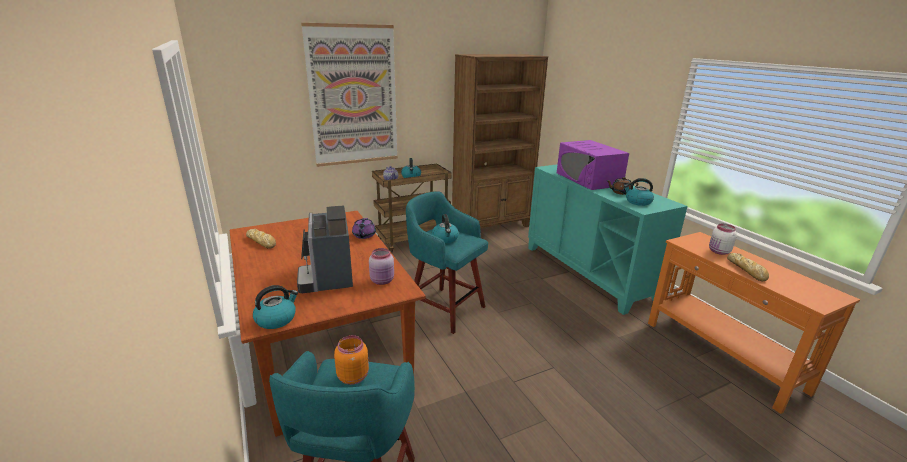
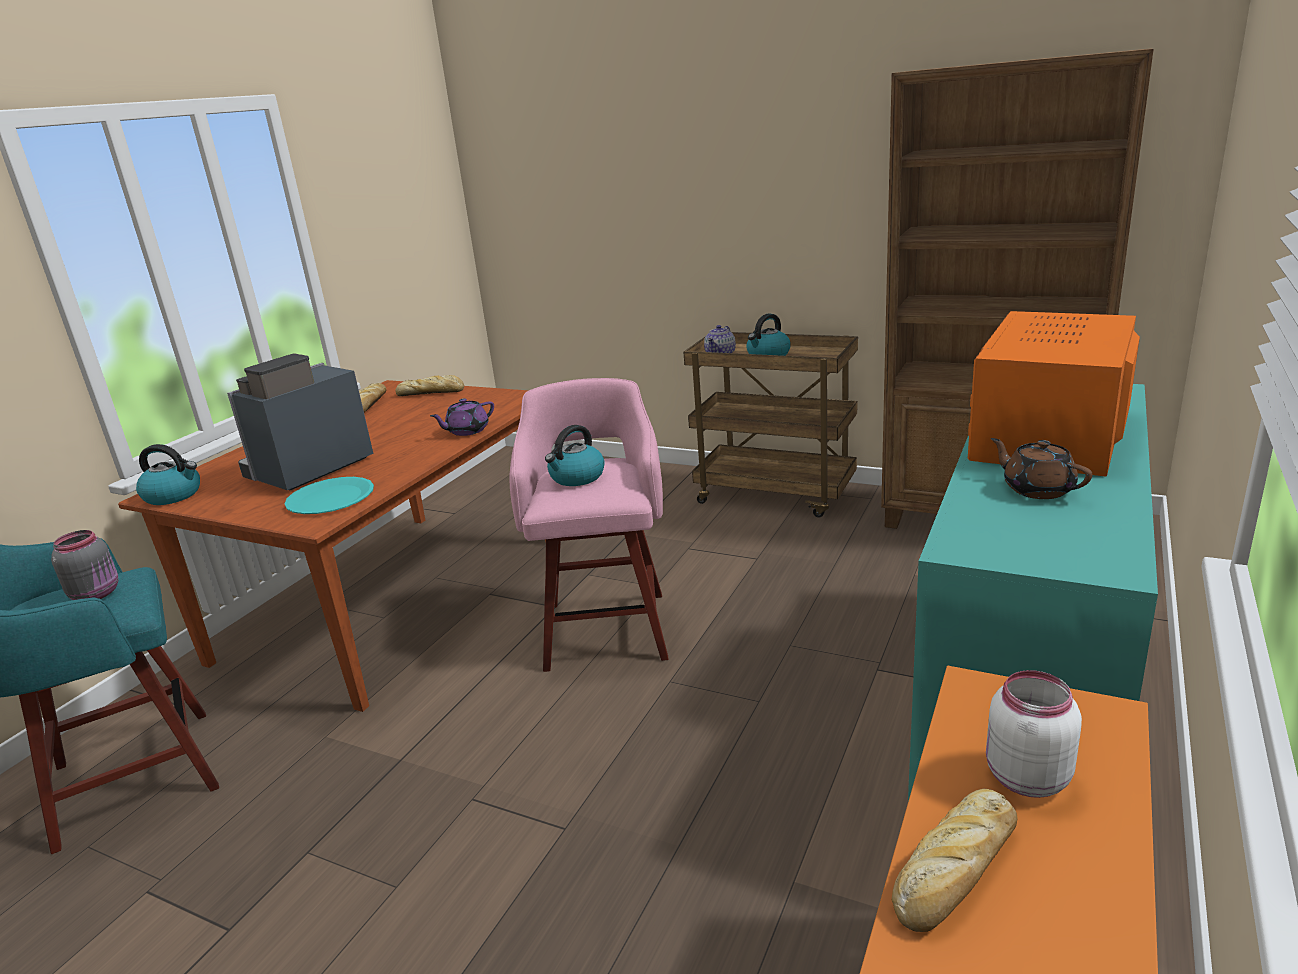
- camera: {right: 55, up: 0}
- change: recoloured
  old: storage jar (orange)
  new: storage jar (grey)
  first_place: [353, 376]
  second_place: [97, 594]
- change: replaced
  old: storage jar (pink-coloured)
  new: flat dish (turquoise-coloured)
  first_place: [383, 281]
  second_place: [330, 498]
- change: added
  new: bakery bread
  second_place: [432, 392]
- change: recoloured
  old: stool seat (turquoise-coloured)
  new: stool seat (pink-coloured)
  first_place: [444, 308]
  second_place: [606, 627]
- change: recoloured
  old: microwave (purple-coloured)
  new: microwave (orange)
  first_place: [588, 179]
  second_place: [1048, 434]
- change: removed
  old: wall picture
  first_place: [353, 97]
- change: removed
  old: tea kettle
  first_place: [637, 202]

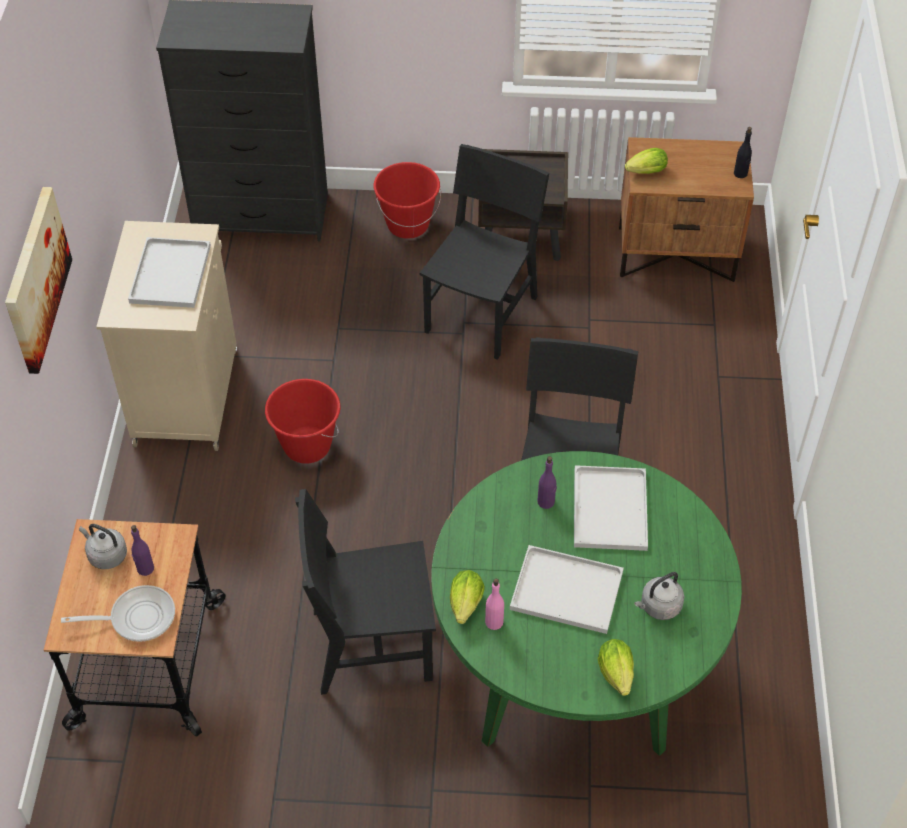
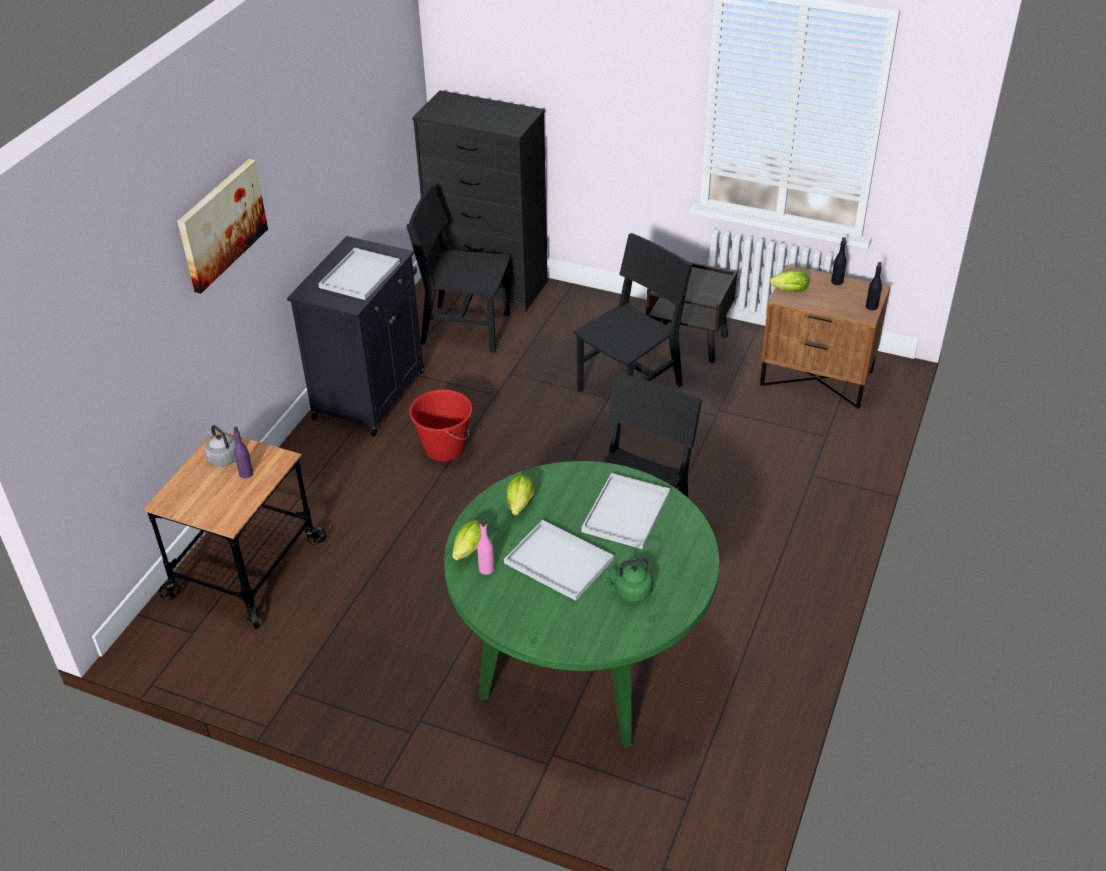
- camera: {right: 20, up: -10}
- change: recoloured
  old: storage cabinet (beige)
  new: storage cabinet (blackish)
  first_place: [186, 394]
  second_place: [370, 393]
- change: moved
  old: chair (blackish)
  first_place: [371, 645]
  second_place: [465, 328]
- change: moved
  old: head of lettuce
  first_place: [617, 677]
  second_place: [519, 506]
- change: recoloured
  old: tea kettle (grey)
  new: tea kettle (greenish)
  first_place: [658, 607]
  second_place: [631, 592]
- change: added
  new: drink bottle (blackish)
  second_place: [837, 282]
- change: removed
  old: frying pan
  first_place: [137, 617]
- change: removed
  old: water bucket (red)
  first_place: [408, 224]
- change: removed
  old: drink bottle (purple-coloured)
  first_place: [546, 502]

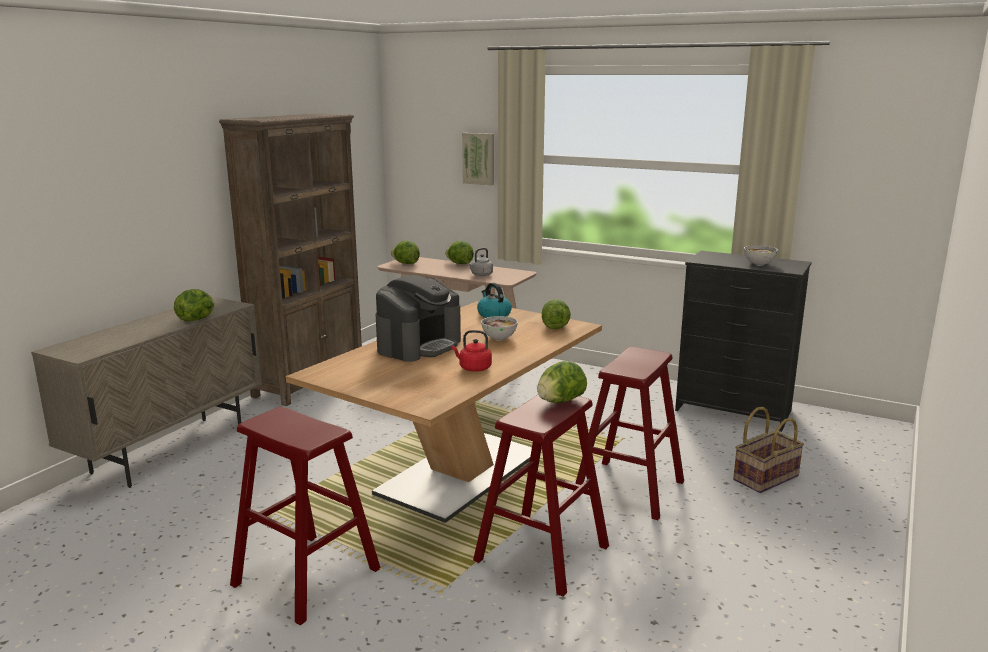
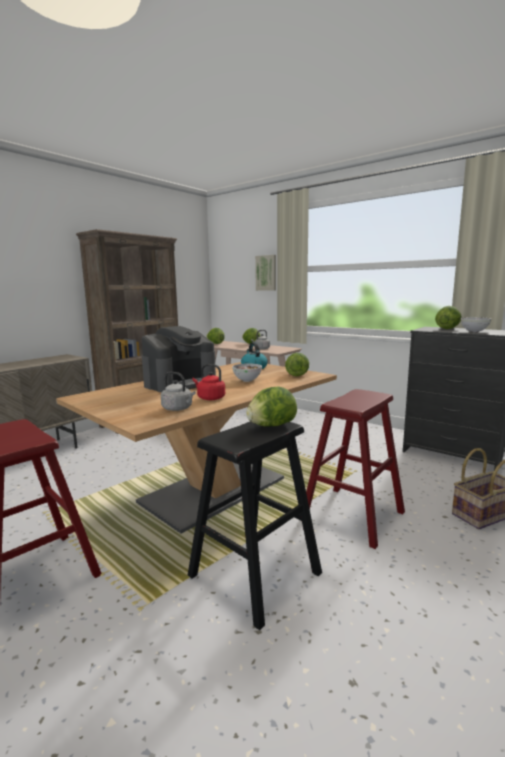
- camera: {right: 10, up: -5}
- change: added
  new: tea kettle (grey)
  second_place: [178, 409]
- change: recoloured
  old: stool seat (red)
  new: stool seat (blackish)
  first_place: [541, 553]
  second_place: [254, 574]
- change: moved
  old: head of lettuce
  first_place: [197, 319]
  second_place: [447, 329]

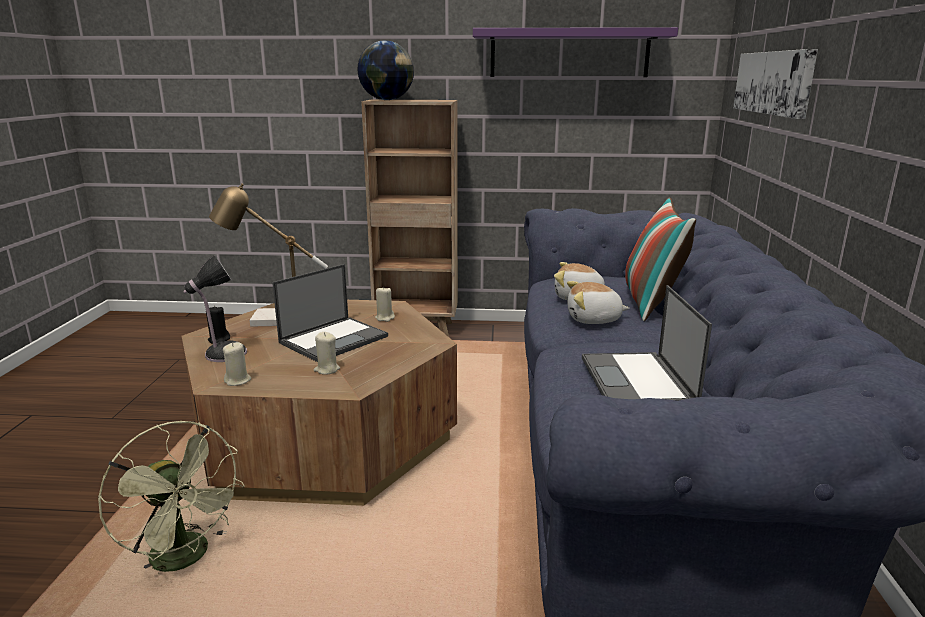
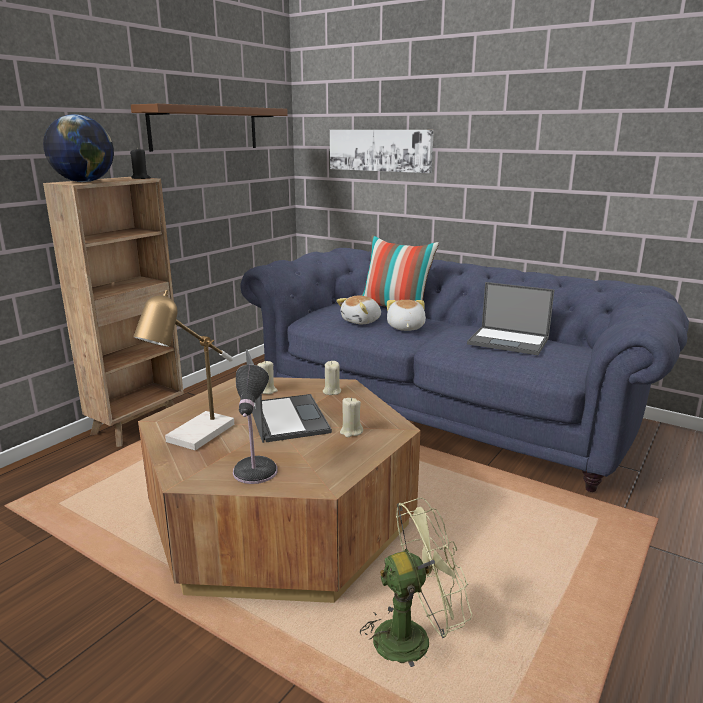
- camera: {right: -60, up: 0}
- change: moved
  old: wax candle (blackish)
  first_place: [219, 339]
  second_place: [141, 178]
- change: recoloured
  old: shelf (purple-coloured)
  new: shelf (brownish)
  first_place: [569, 53]
  second_place: [205, 128]
- change: moved
  old: wax candle (beige)
  first_place: [238, 381]
  second_place: [331, 391]
- change: turned
  old: soft toy
  first_place: [594, 319]
  second_place: [405, 327]
  degrees: 150

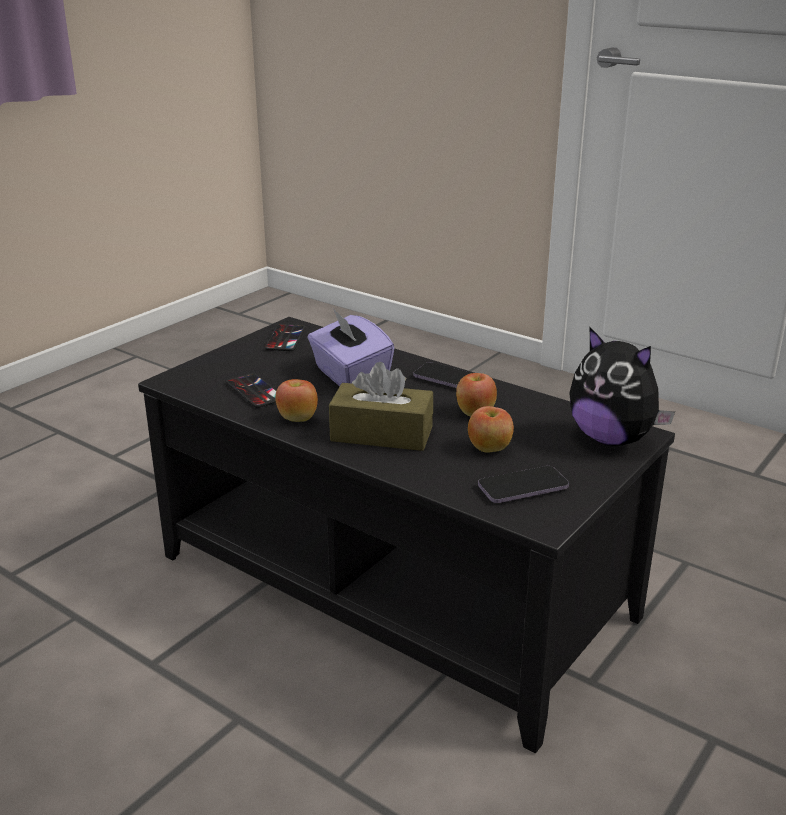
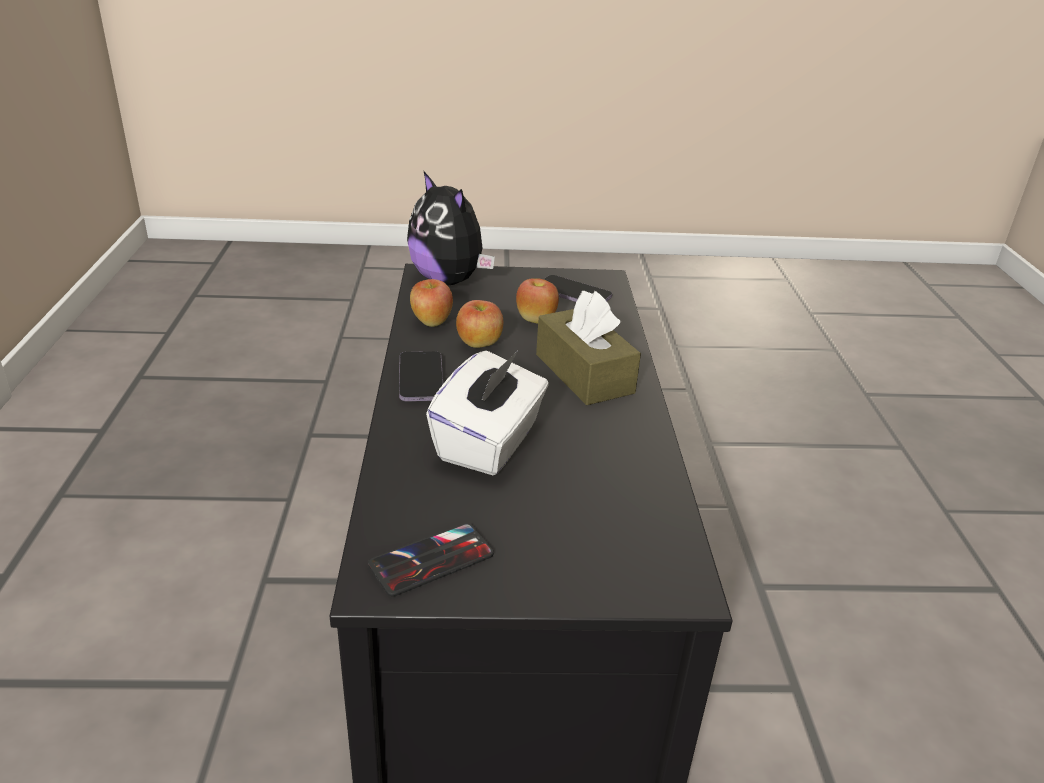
- camera: {right: -130, up: 5}
- change: turned
  old: soft toy
  first_place: [612, 439]
  second_place: [449, 280]
  degrees: 135
- change: moved
  old: whole apple
  first_place: [297, 419]
  second_place: [431, 322]
- change: recoloured
  old: box of tissues (purple-coloured)
  new: box of tissues (white-coloured)
  first_place: [350, 377]
  second_place: [489, 443]
- change: removed
  old: handset
  first_place: [254, 391]

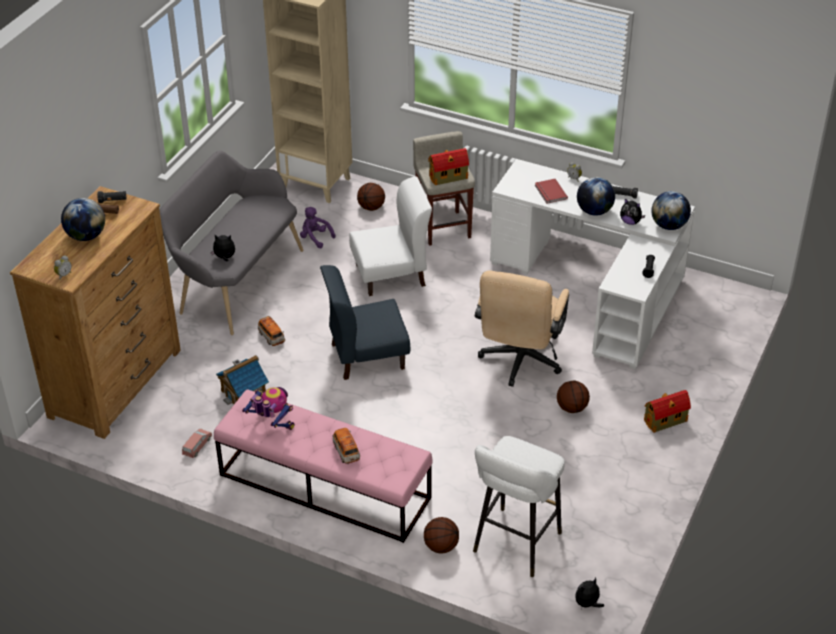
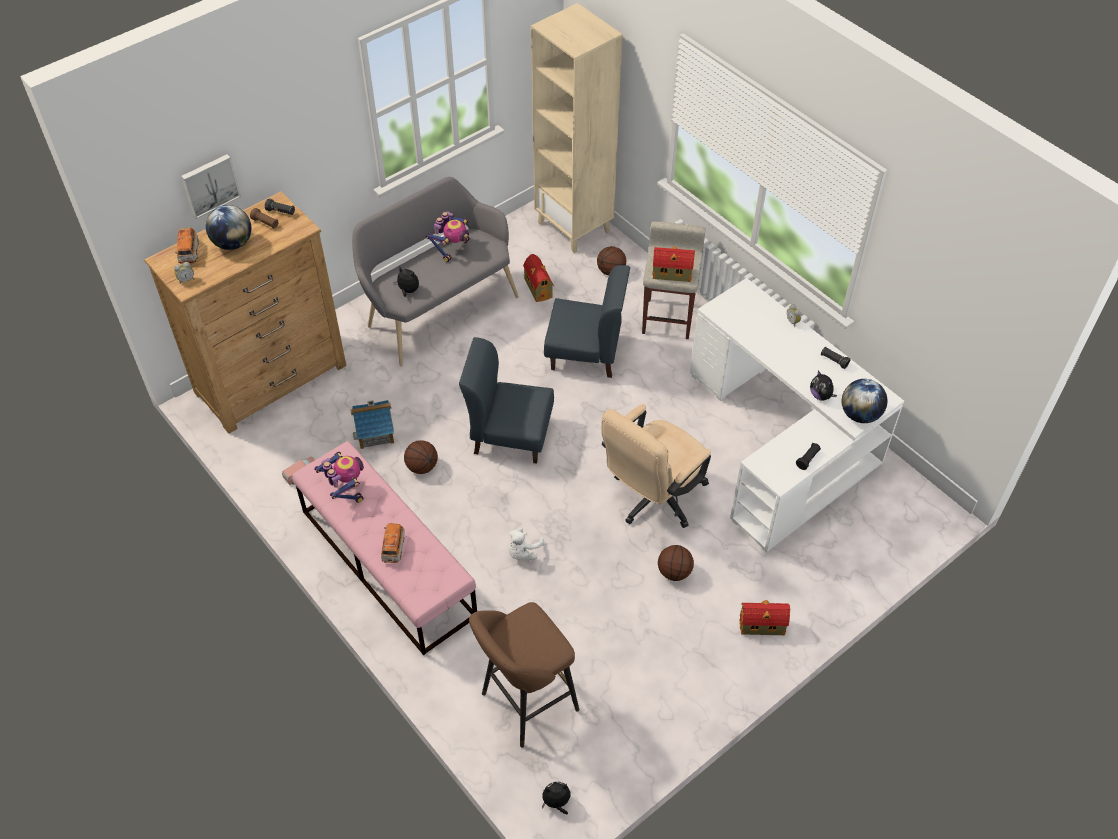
- camera: {right: 25, up: 10}
- change: moved
  old: model car
  first_place: [271, 337]
  second_place: [189, 252]
- change: added
  new: wall picture
  second_place: [210, 185]
- change: moved
  old: ball for basketball
  first_place: [440, 546]
  second_place: [421, 466]
- change: added
  new: toy robot
  second_place: [452, 248]
- change: recoloured
  old: stool seat (white-coloured)
  new: stool seat (brownish)
  first_place: [514, 545]
  second_place: [525, 704]
- change: added
  new: soft toy (white-coloured)
  second_place: [523, 552]
- change: replaced
  old: soft toy (purple-coloured)
  new: toy house
  first_place: [315, 238]
  second_place: [538, 287]
- change: recoloured
  old: chair (white-coloured)
  new: chair (blue-coloured)
  first_place: [391, 275]
  second_place: [585, 354]
- change: removed
  old: bound book (red)
  first_place: [550, 192]
- change: removed
  old: desk globe
  first_place: [594, 211]

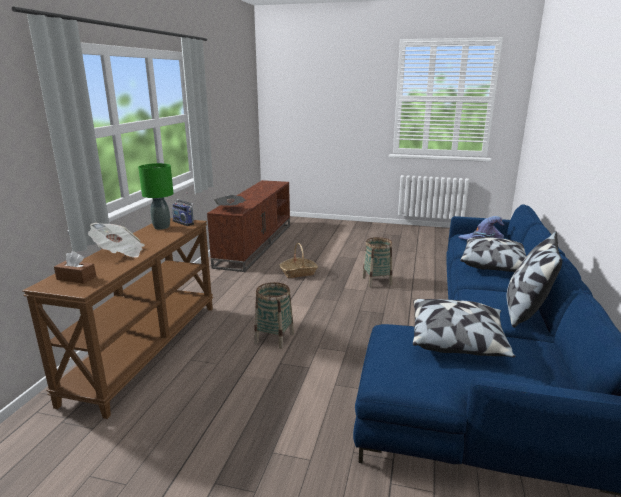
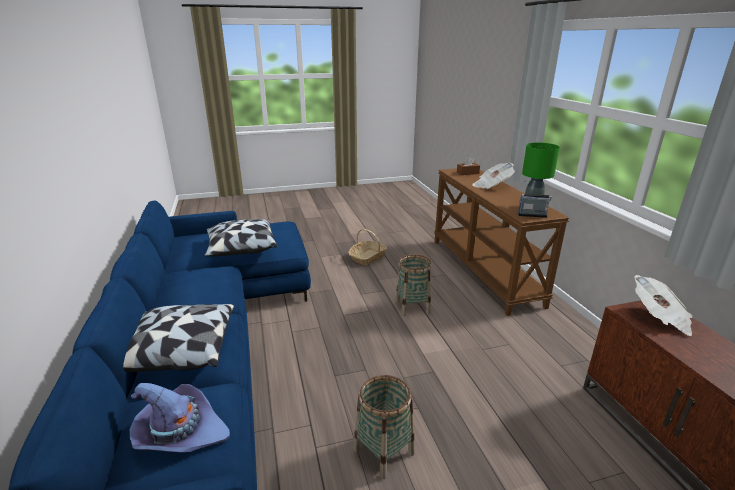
- camera: {right: 150, up: 5}
- change: moved
  old: household basket
  first_place: [298, 273]
  second_place: [367, 258]
- change: removed
  old: cushion
  first_place: [525, 311]

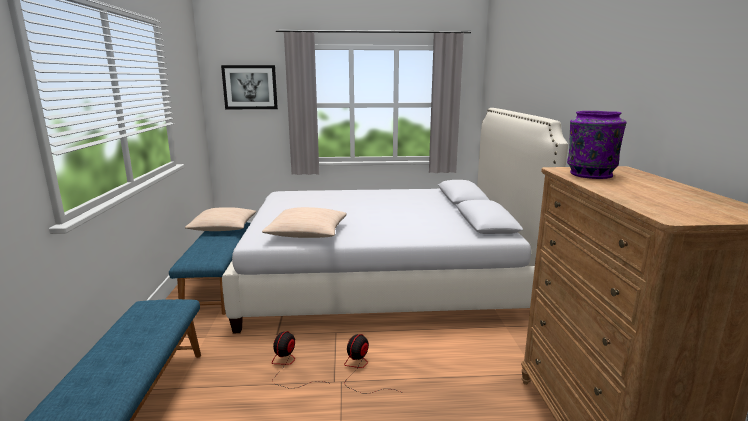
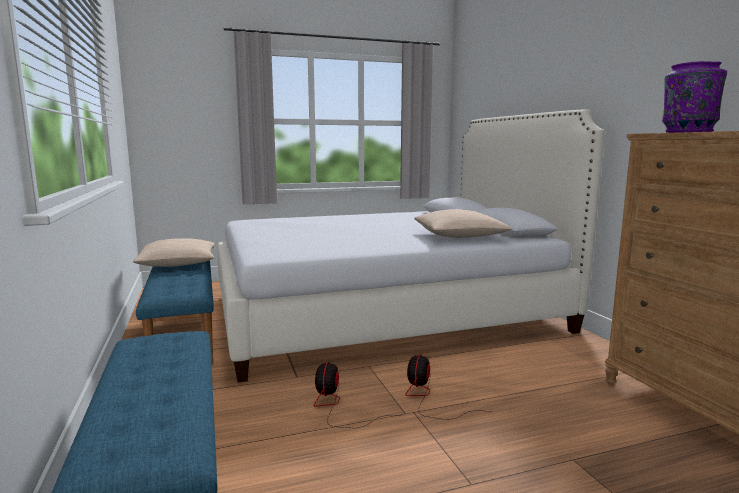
- camera: {right: -15, up: -5}
- change: moved
  old: cushion (beige)
  first_place: [307, 233]
  second_place: [459, 236]
- change: removed
  old: wall picture
  first_place: [250, 87]

